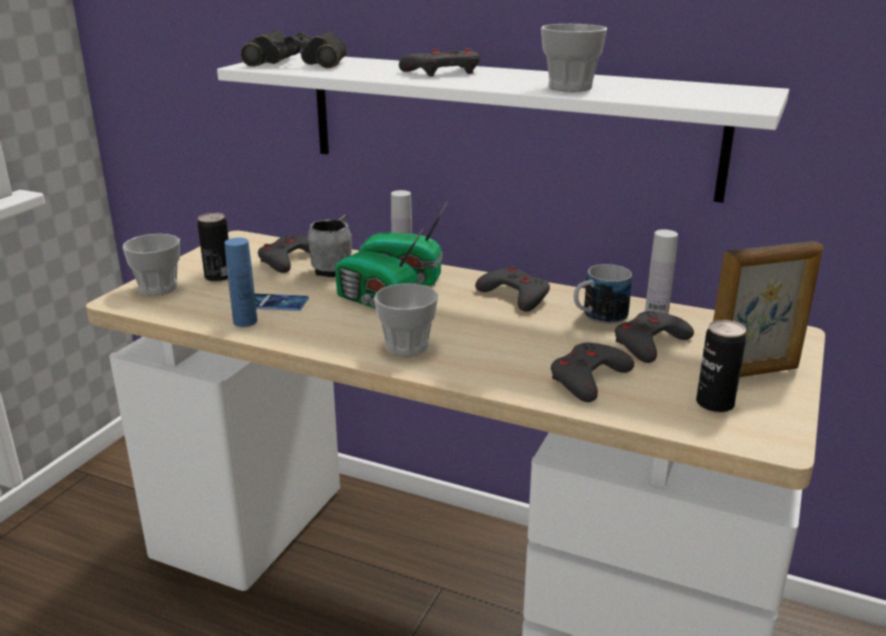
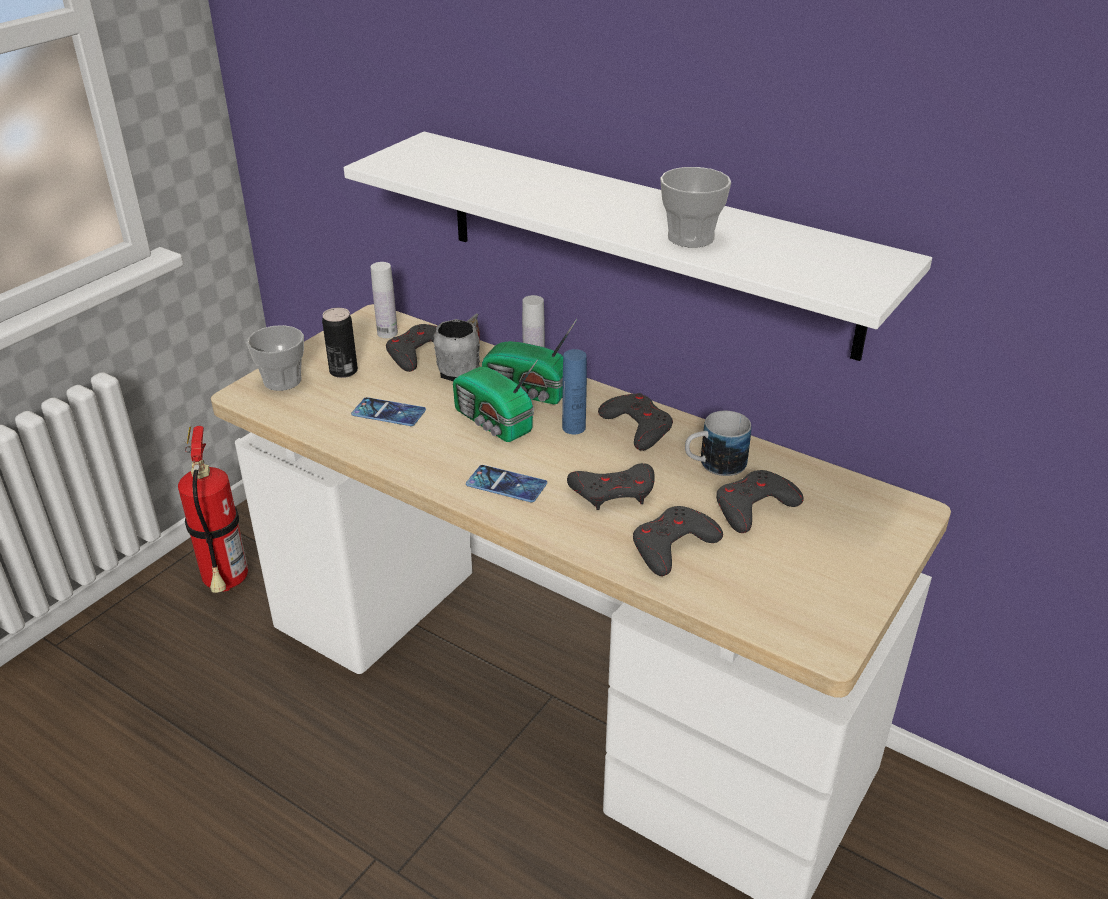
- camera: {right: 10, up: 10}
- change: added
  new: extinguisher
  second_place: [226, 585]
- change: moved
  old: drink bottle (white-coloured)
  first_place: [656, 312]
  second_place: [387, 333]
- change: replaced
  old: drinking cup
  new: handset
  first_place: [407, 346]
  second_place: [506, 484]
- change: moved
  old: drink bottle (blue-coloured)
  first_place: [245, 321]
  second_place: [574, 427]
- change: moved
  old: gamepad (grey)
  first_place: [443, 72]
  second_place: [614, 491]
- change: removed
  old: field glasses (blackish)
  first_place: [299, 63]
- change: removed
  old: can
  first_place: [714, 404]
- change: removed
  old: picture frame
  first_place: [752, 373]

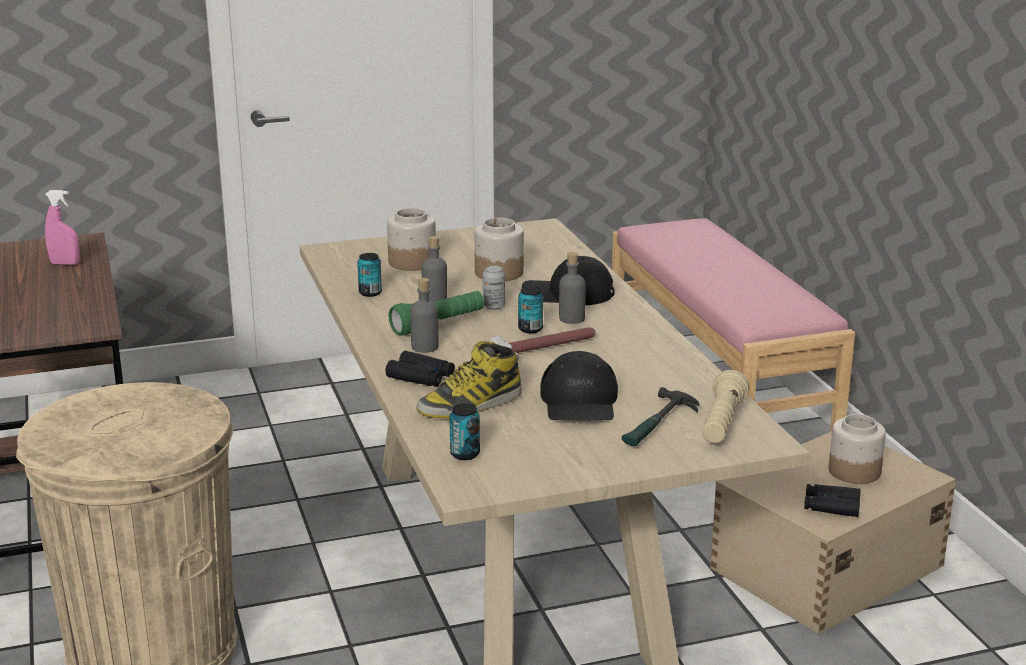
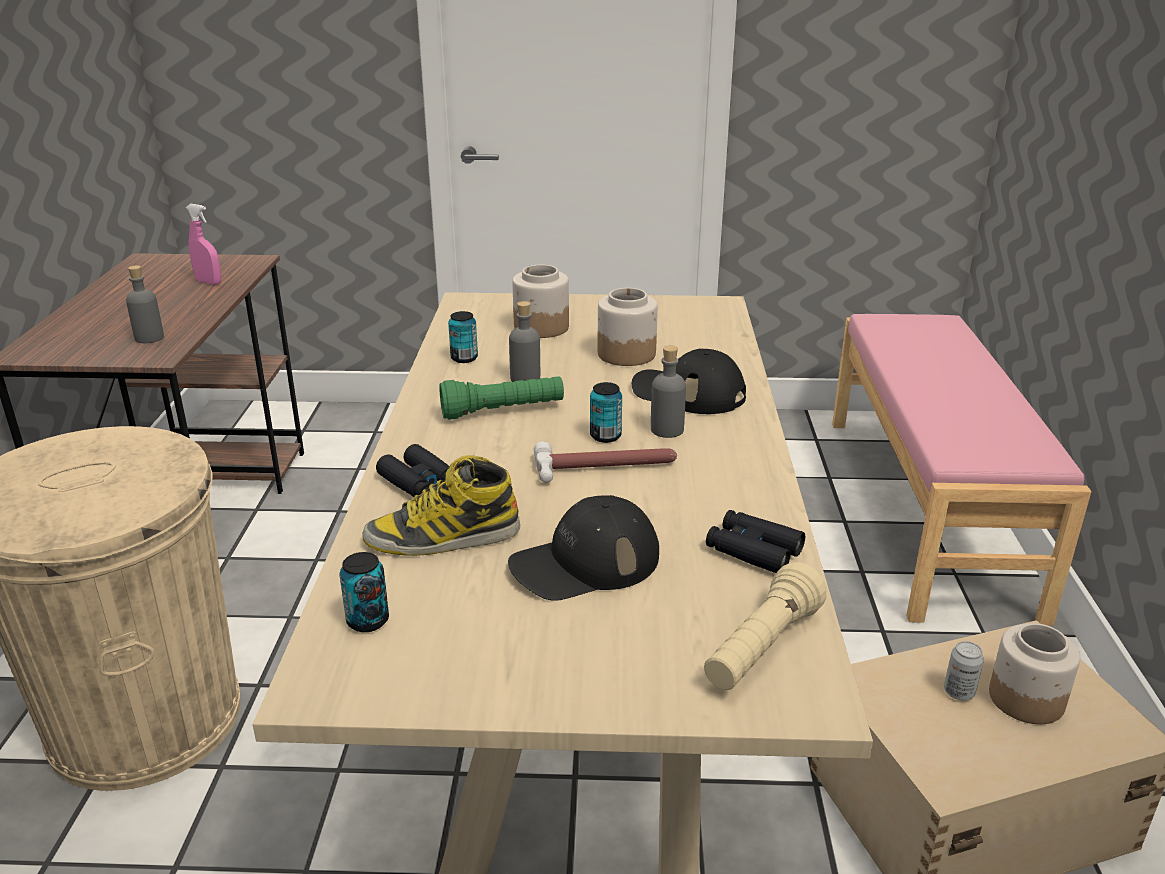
- camera: {right: 20, up: 5}
- change: moved
  old: drink bottle (grey)
  first_place: [425, 347]
  second_place: [149, 338]
- change: turned
  old: cap (blackish)
  first_place: [579, 402]
  second_place: [584, 563]
  degrees: 45
- change: moved
  old: field glasses (blackish)
  first_place: [831, 506]
  second_place: [753, 550]
- change: moved
  old: can
  first_place: [493, 306]
  second_place: [958, 692]
- change: removed
  old: hand hammer
  first_place: [658, 425]

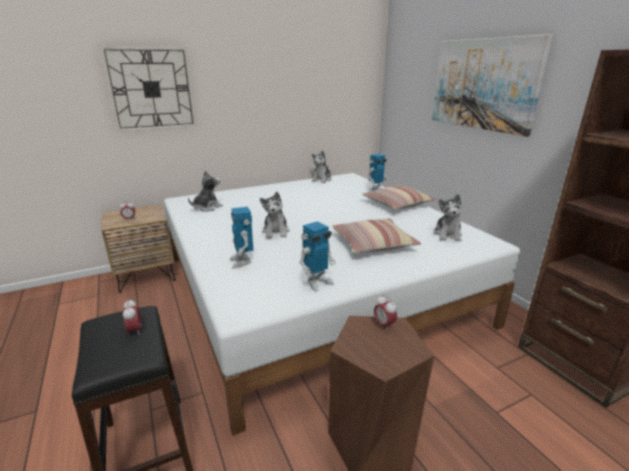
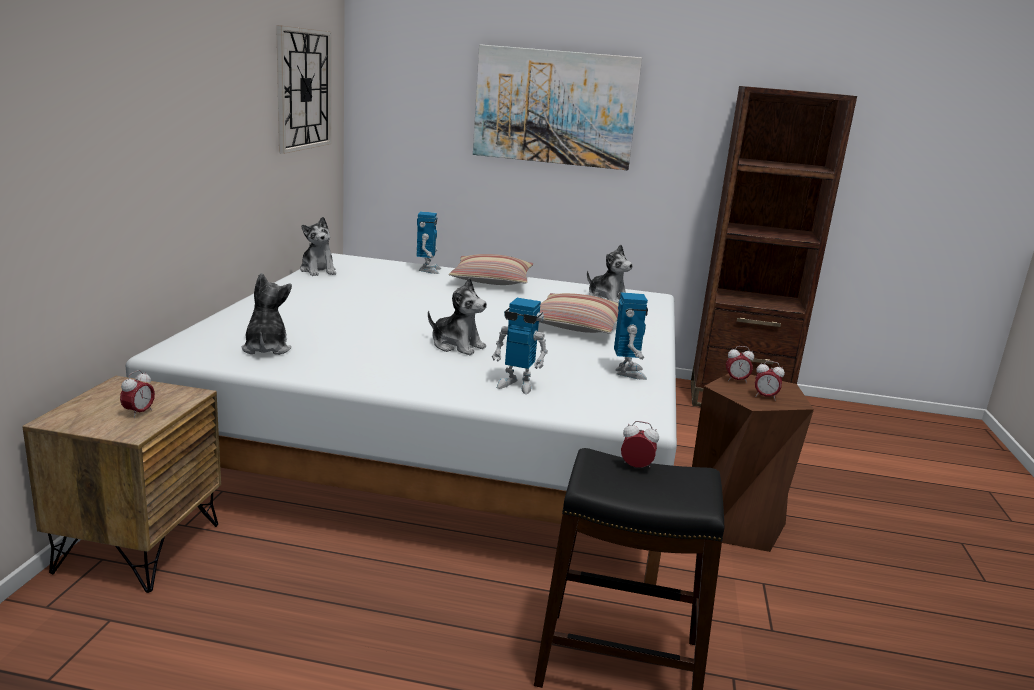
- camera: {right: -55, up: -5}
- change: moved
  old: hanging clock
  first_place: [151, 89]
  second_place: [303, 89]
- change: added
  new: table clock
  second_place: [765, 397]

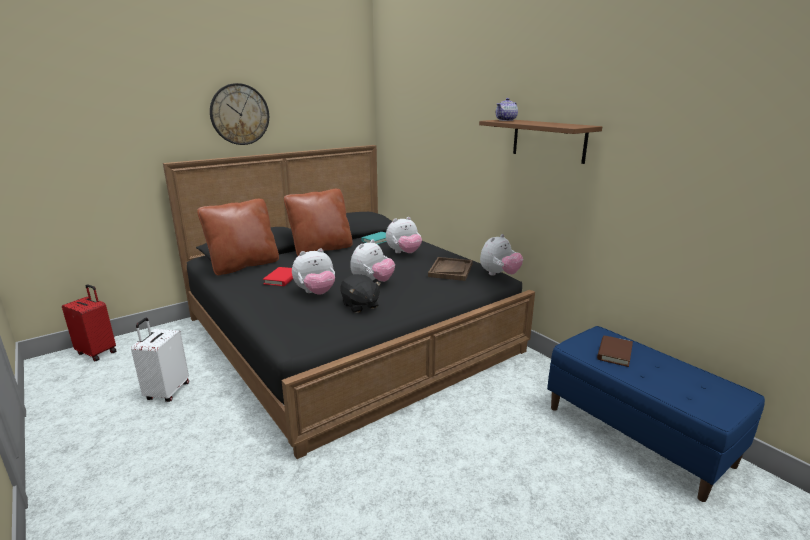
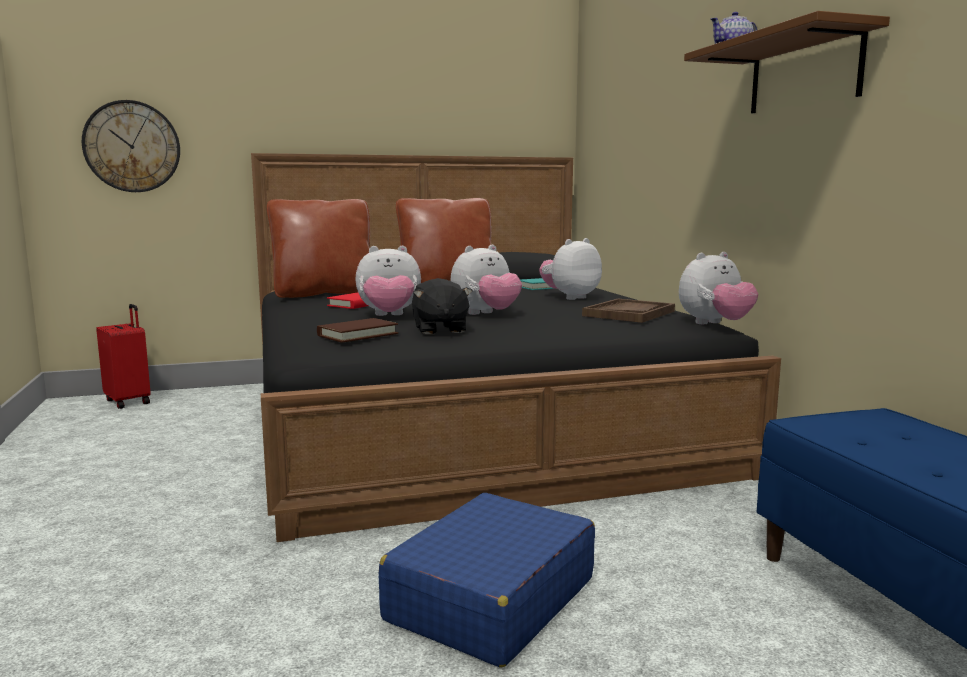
- camera: {right: 20, up: -10}
- change: moved
  old: hanging clock
  first_place: [239, 114]
  second_place: [132, 146]
- change: moved
  old: bound book (brownish)
  first_place: [614, 353]
  second_place: [357, 334]
- change: added
  new: travel case (blue-coloured)
  second_place: [490, 599]
- change: turned
  old: soft toy
  first_place: [404, 253]
  second_place: [570, 297]
  degrees: 150
- change: removed
  old: travel case (white-coloured)
  first_place: [167, 392]

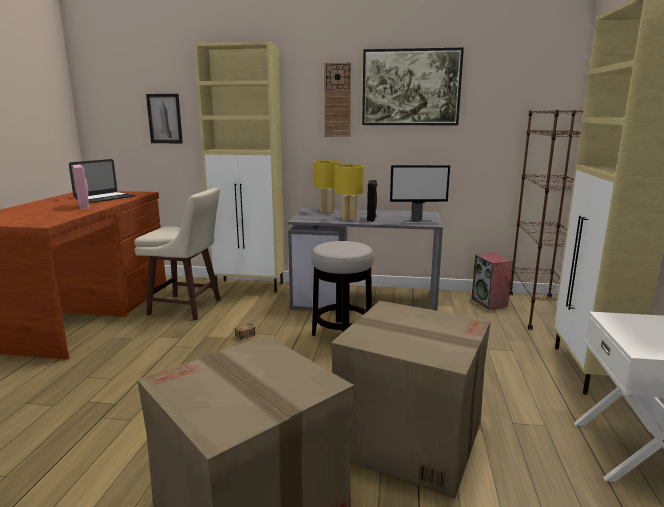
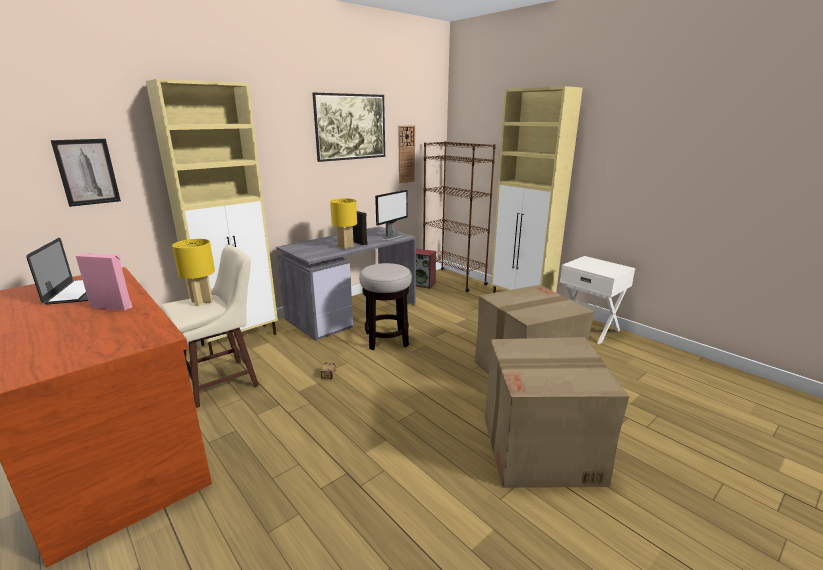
- camera: {right: -50, up: 5}
- change: moved
  old: tabletop lamp (yellow)
  first_place: [327, 211]
  second_place: [202, 302]
- change: moved
  old: hanging clock
  first_place: [337, 100]
  second_place: [406, 154]

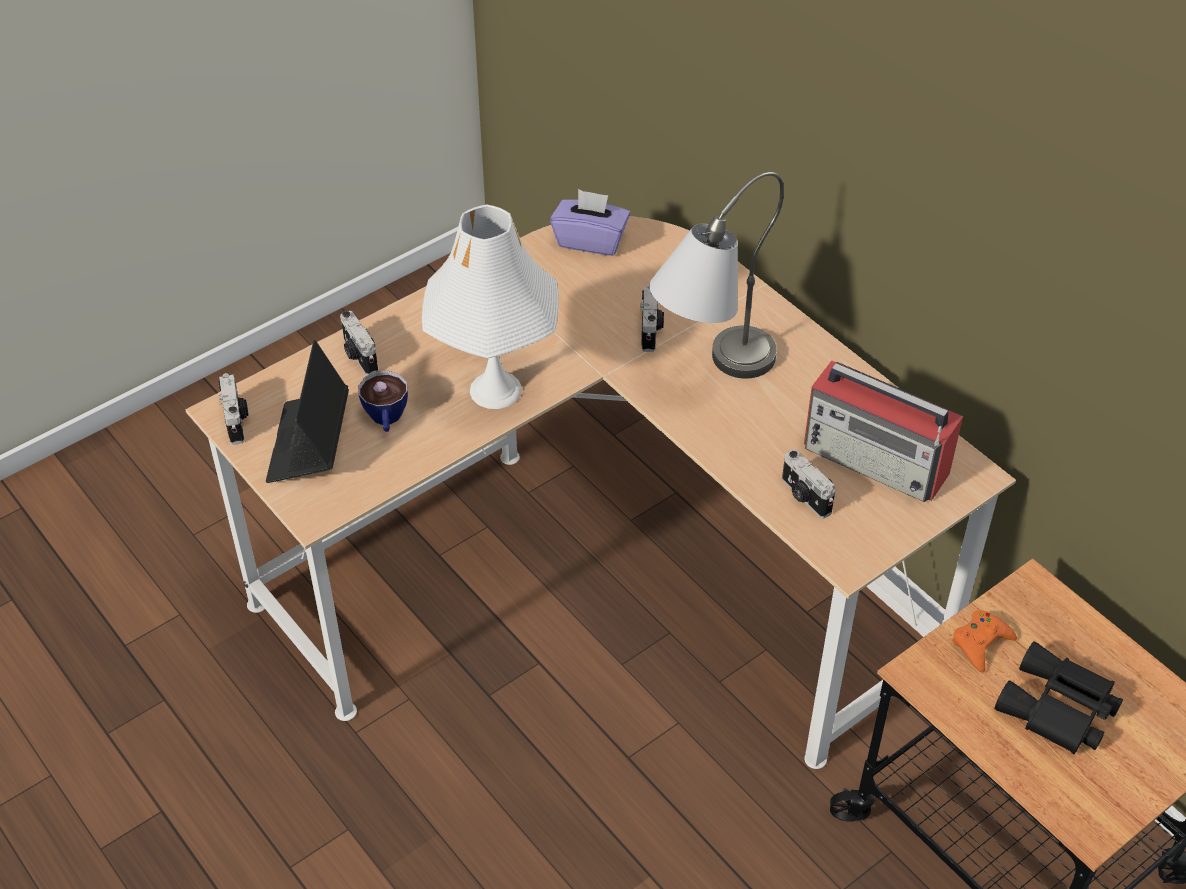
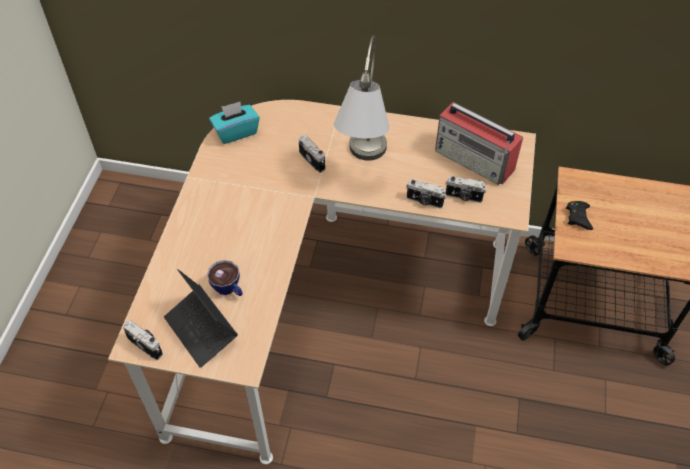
- camera: {right: -40, up: 5}
- change: recoloured
  old: box of tissues (purple-coloured)
  new: box of tissues (turquoise-coloured)
  first_place: [590, 240]
  second_place: [236, 132]
- change: moved
  old: still camera
  first_place: [359, 356]
  second_place: [424, 201]
- change: turned
  old: radio set
  first_place: [877, 460]
  second_place: [475, 160]
  degrees: 45
- change: recoloured
  old: gamepad (orange)
  new: gamepad (blackish)
  first_place: [980, 643]
  second_place: [578, 217]
- change: removed
  old: tabletop lamp (white-coloured)
  first_place: [495, 389]
- change: removed
  old: field glasses (blackish)
  first_place: [1058, 710]

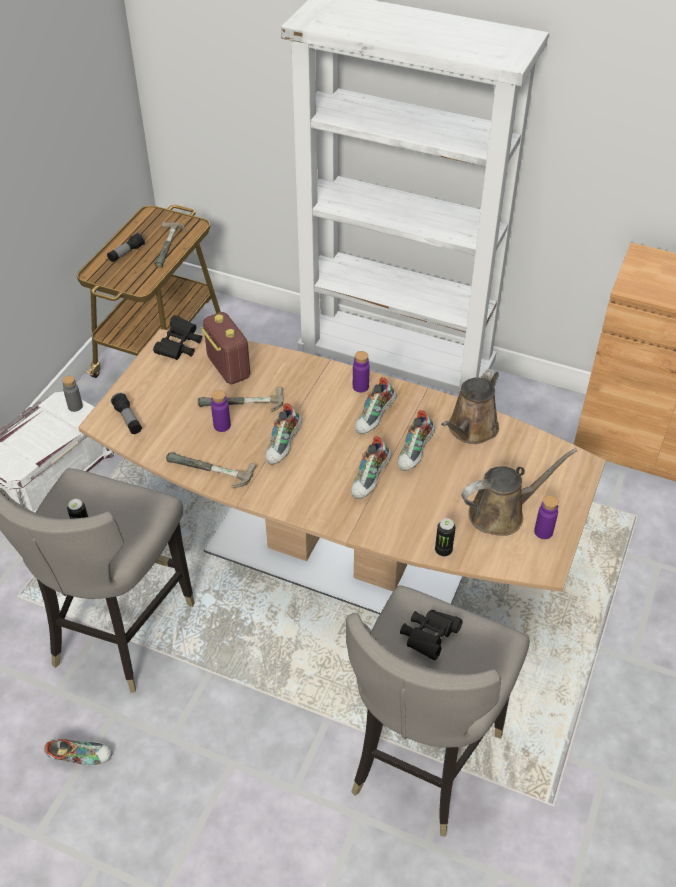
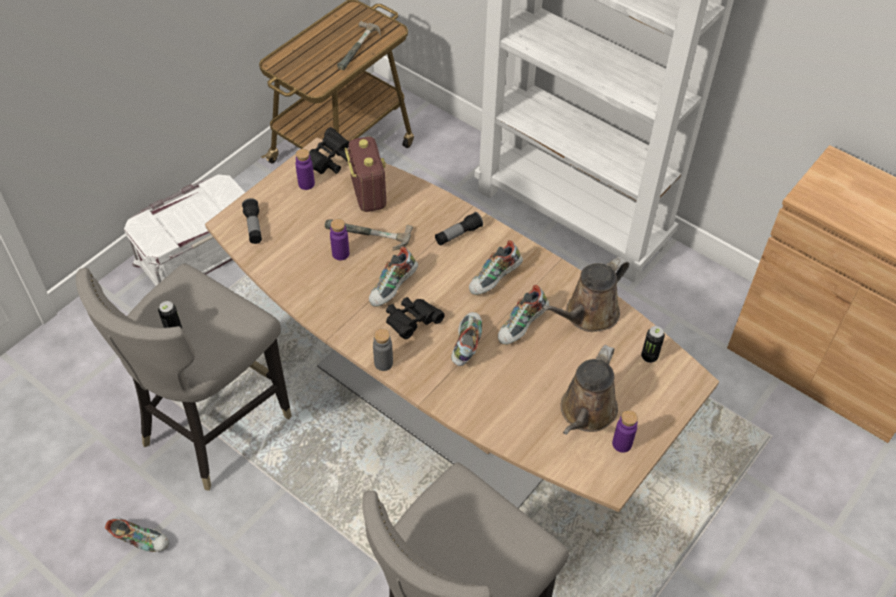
- camera: {right: 15, up: 5}
- change: moved
  old: drink bottle (purple-coloured)
  first_place: [360, 387]
  second_place: [306, 184]
- change: moved
  old: drink bottle (grey)
  first_place: [75, 406]
  second_place: [383, 363]
- change: moved
  old: field glasses (blackish)
  first_place: [429, 638]
  second_place: [412, 322]
- change: moved
  old: flashlight
  first_place: [126, 253]
  second_place: [458, 234]
- change: turned
  old: item of footwear
  first_place: [371, 479]
  second_place: [466, 345]
  degrees: 150
- change: turned
  old: watering pot (brownish)
  first_place: [502, 513]
  second_place: [586, 413]
  degrees: 120
- change: moved
  old: can
  first_place: [443, 551]
  second_place: [649, 356]
- change: removed
  old: hand hammer
  first_place: [208, 473]

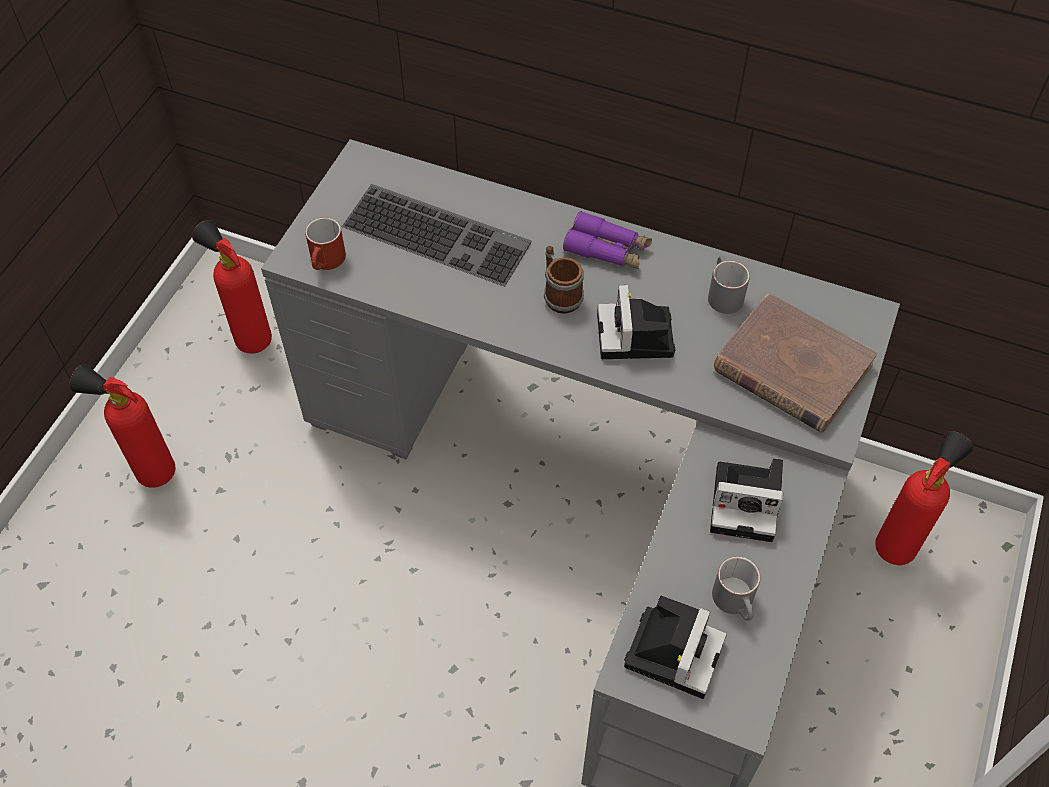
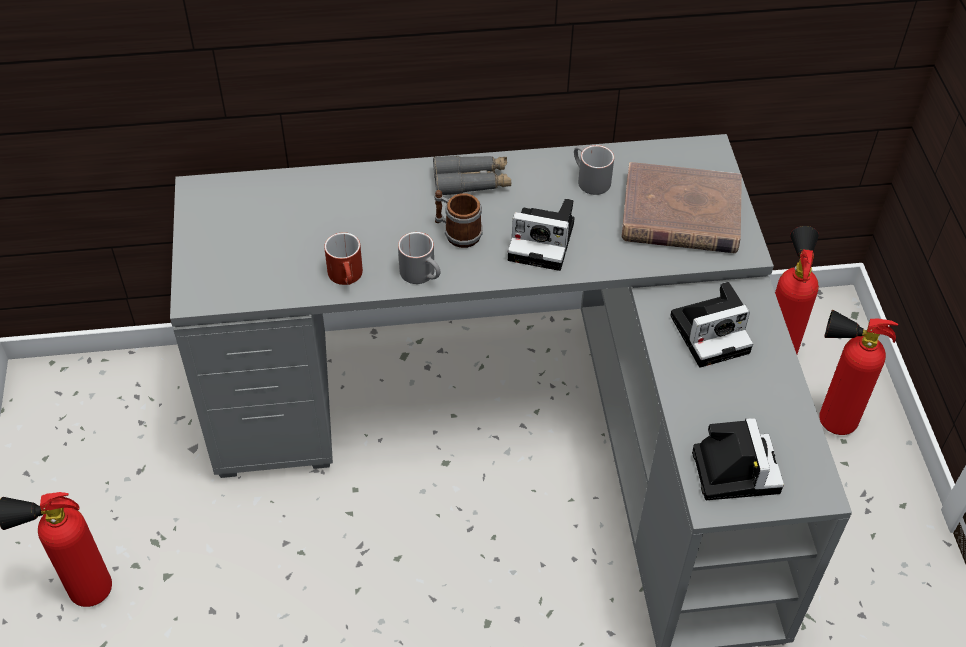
- camera: {right: -30, up: -5}
- change: moved
  old: tea mug (red)
  first_place: [327, 262]
  second_place: [347, 277]
- change: moved
  old: tea mug (grey)
  first_place: [737, 602]
  second_place: [423, 274]
- change: recoloured
  old: field glasses (purple-coloured)
  new: field glasses (grey)
  first_place: [607, 249]
  second_place: [472, 181]
- change: turned
  old: still camera
  first_place: [636, 338]
  second_place: [544, 241]
  degrees: -45
- change: moved
  old: extinguisher
  first_place: [249, 337]
  second_place: [827, 420]
- change: removed
  old: keyboard
  first_place: [439, 233]

